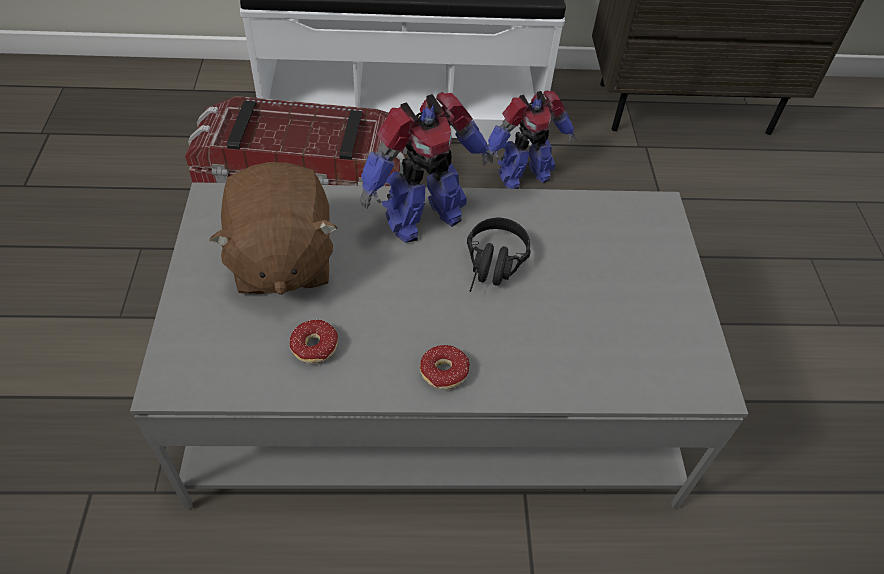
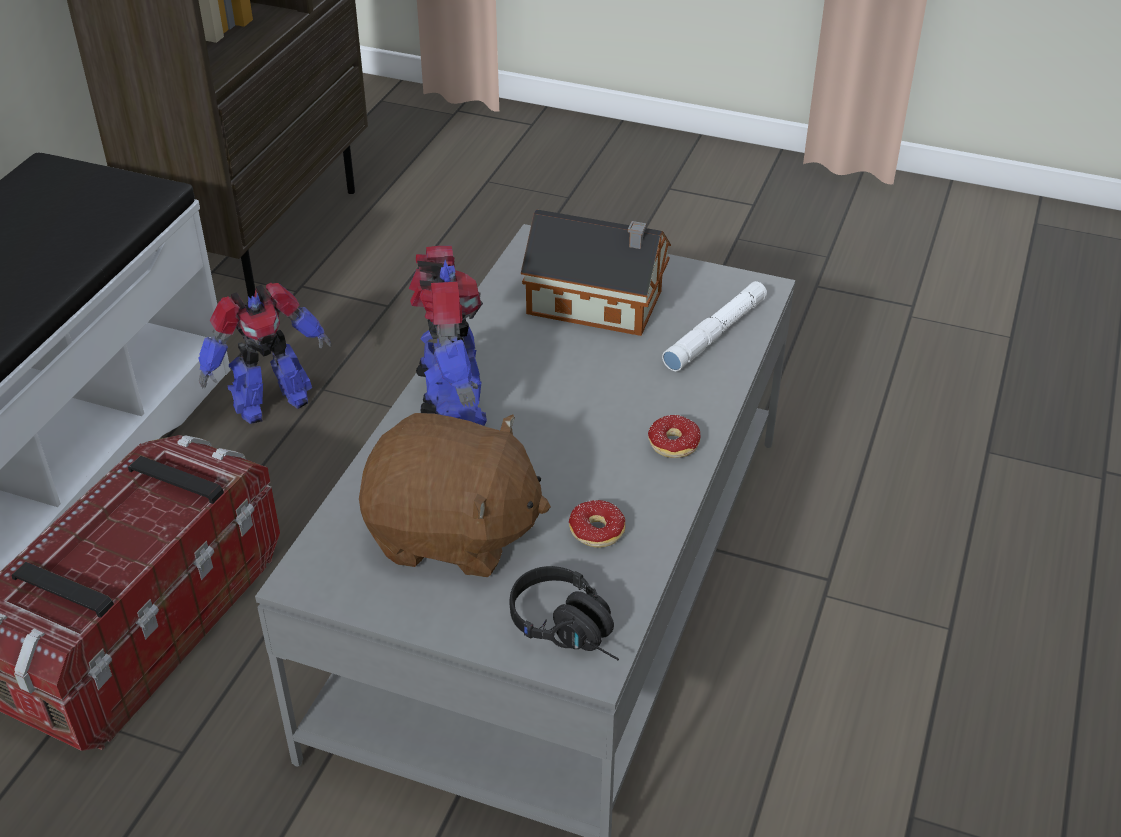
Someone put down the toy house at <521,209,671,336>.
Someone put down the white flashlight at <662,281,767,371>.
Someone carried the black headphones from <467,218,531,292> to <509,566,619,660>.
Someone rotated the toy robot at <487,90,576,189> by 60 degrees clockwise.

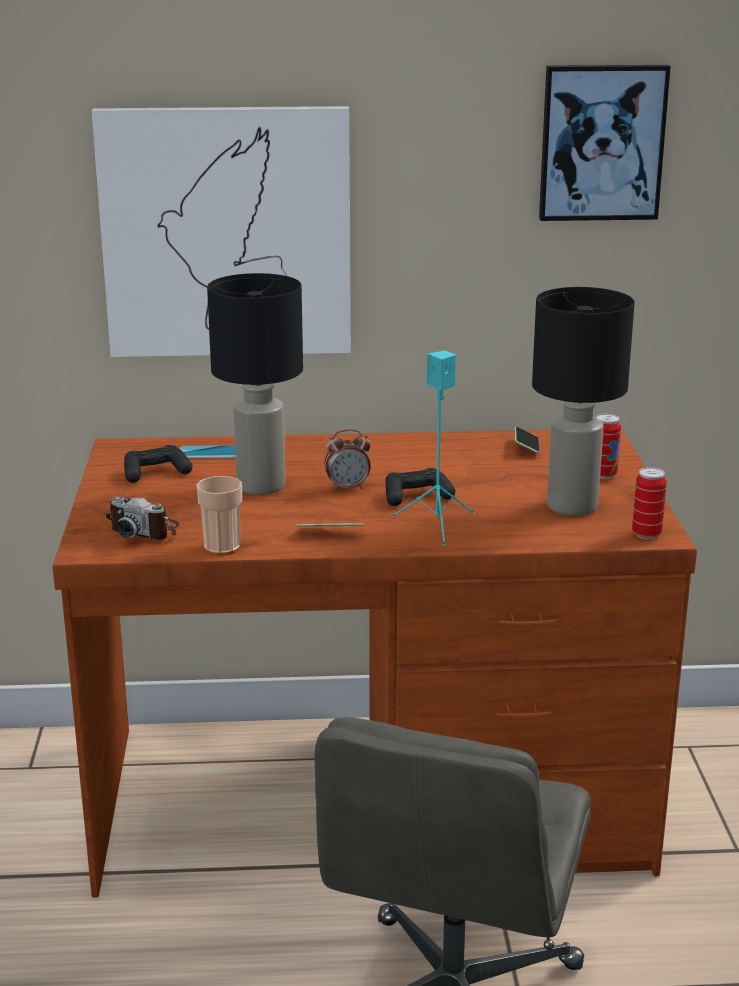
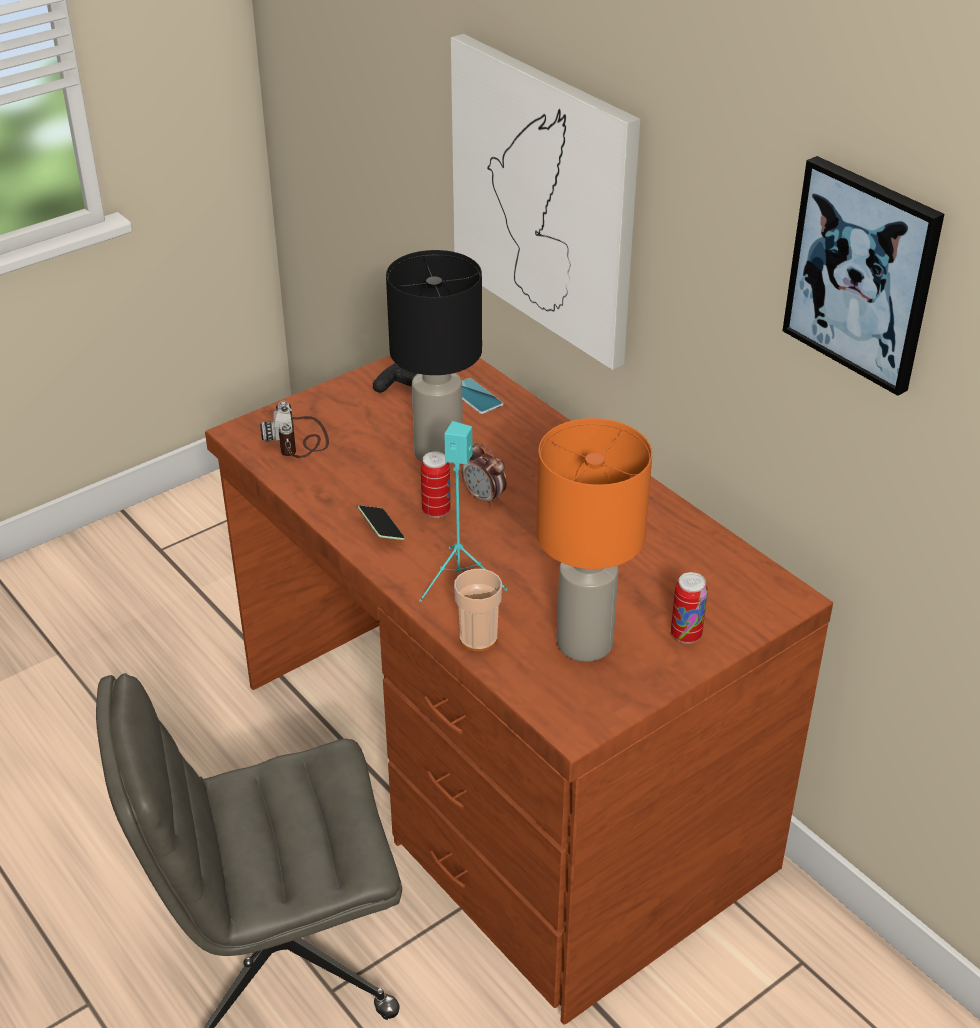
Someone took away the black game controller at <385,468,455,506>.
Someone took away the phone at <515,427,540,453>.
Someone carried the cup from <196,476,242,556> to <454,569,502,651>.
Someone carried the can from <632,467,667,539> to <421,452,451,518>.
Someone repainted the black table lamp at <532,287,635,516>, which became the orange table lamp at <536,418,652,662>.

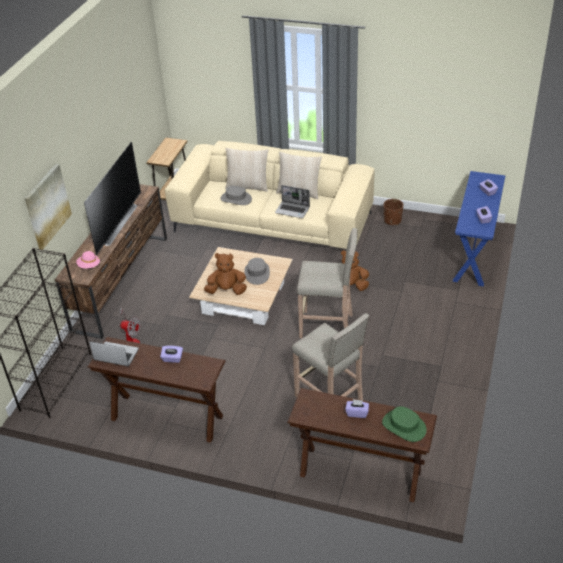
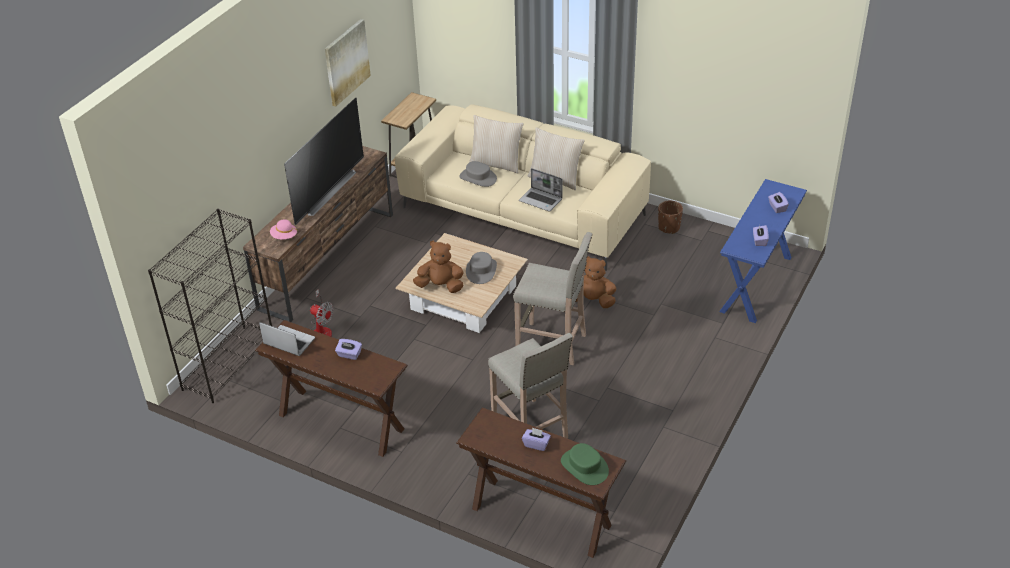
Someone carried the picture from <25,164,72,250> to <325,19,371,107>.

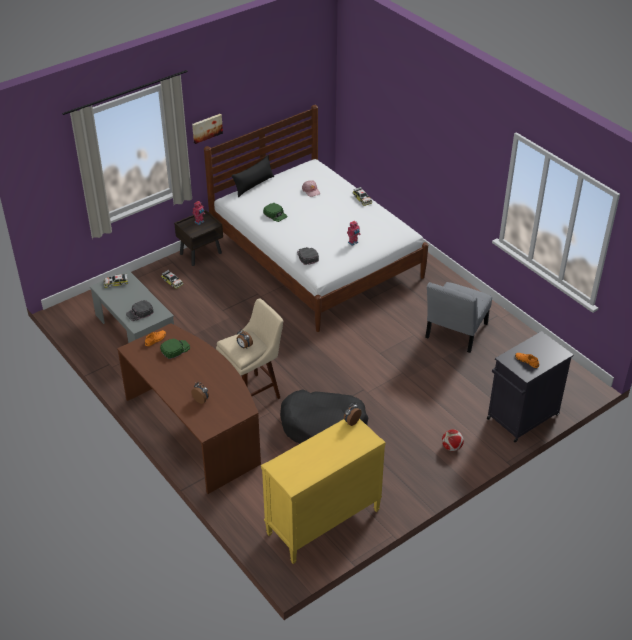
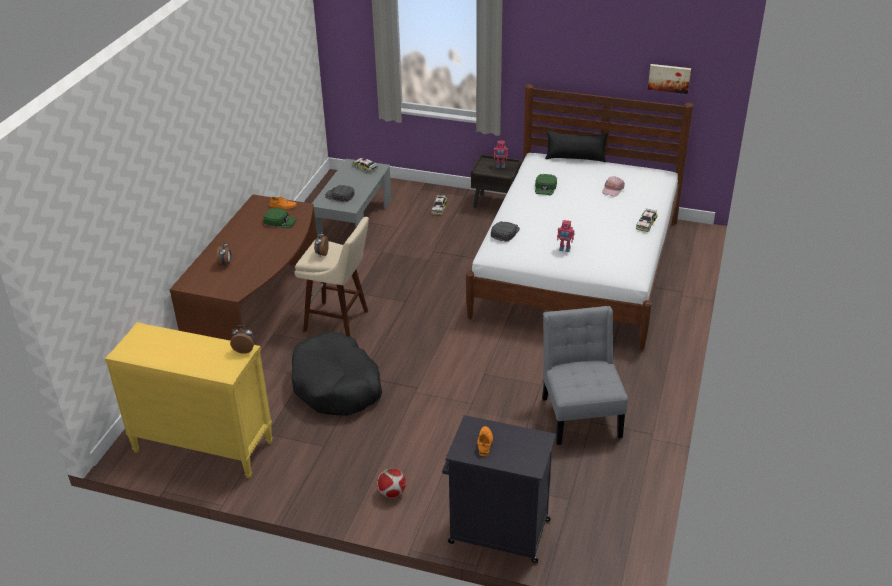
Someone carried the picture from <192,114,223,144> to <648,64,691,94>.
Someone rotated the grey chair at <425,282,492,353> by 90 degrees clockwise.

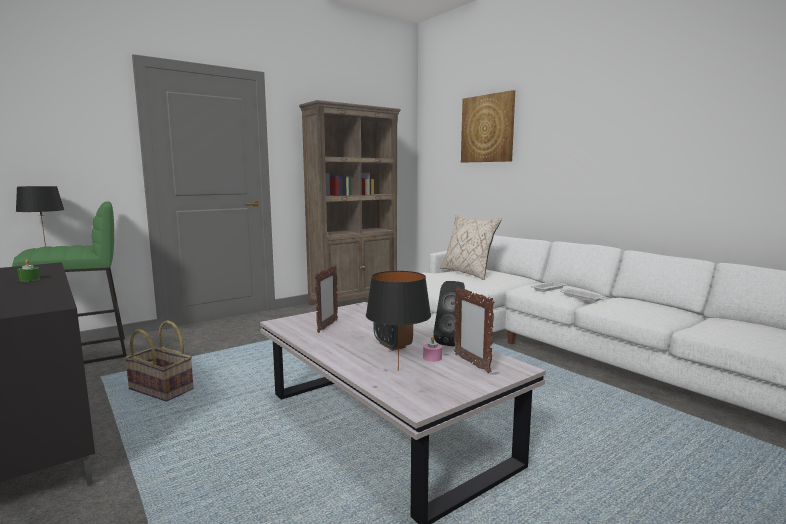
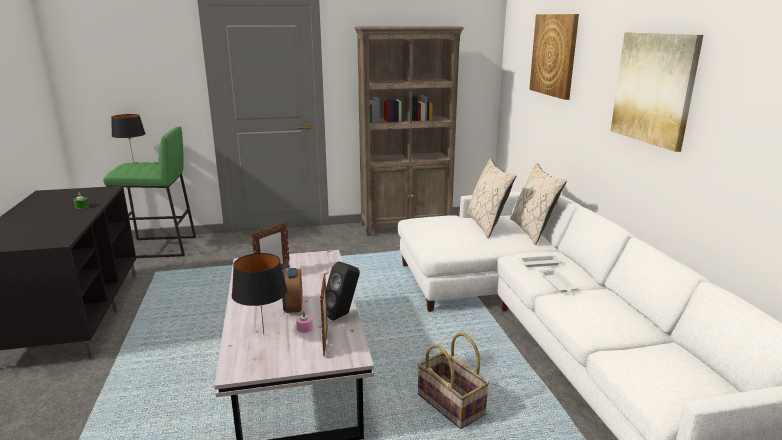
Someone put down the beige pillow at <510,163,567,245>.
Someone put up the picture at <611,32,703,152>.
Someone carried the basket from <124,320,194,401> to <417,333,489,429>.

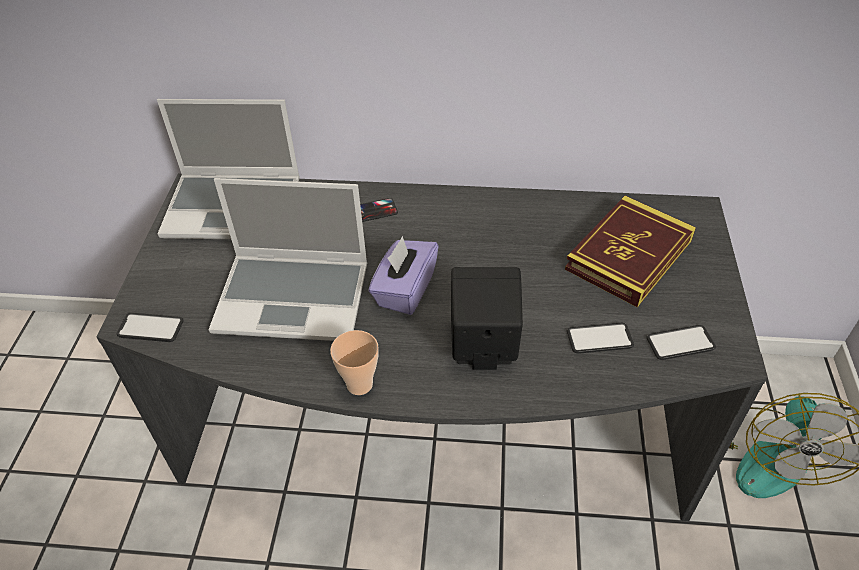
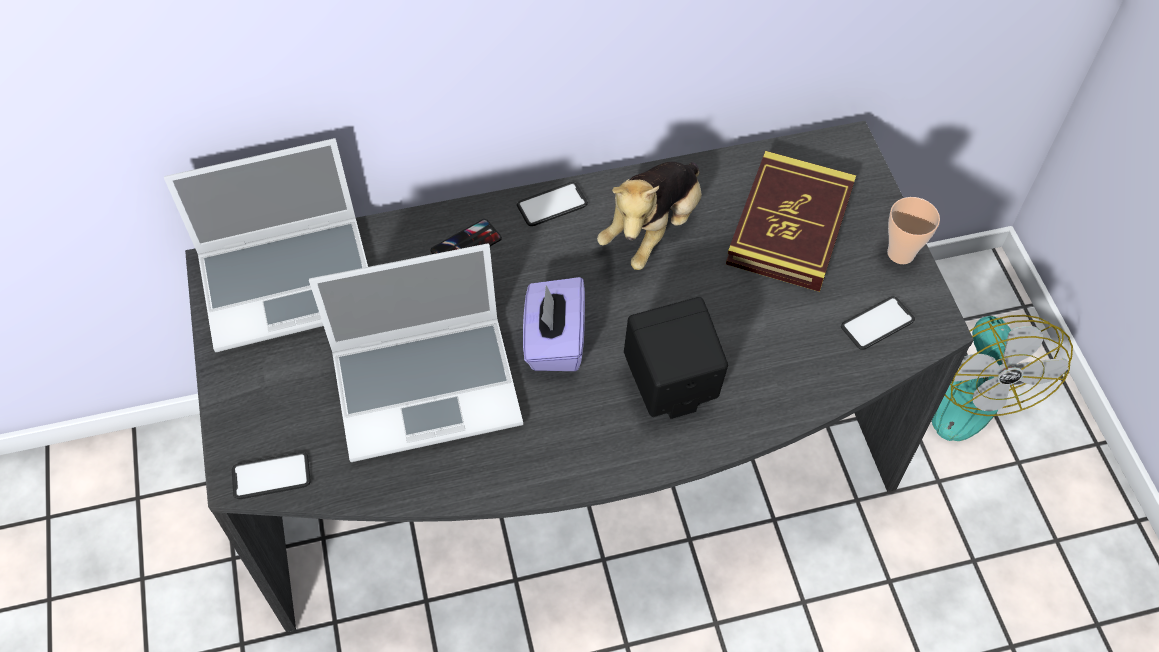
Someone put down the plush toy at <597,162,702,270>.
Someone carried the cup from <330,330,379,395> to <887,197,940,264>.
Someone carried the phone from <567,323,634,354> to <517,182,588,226>.

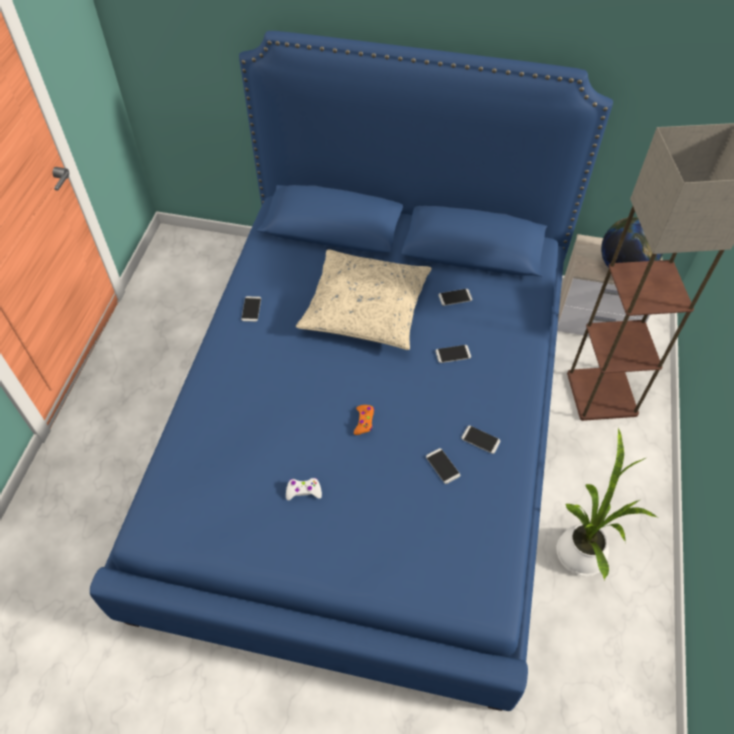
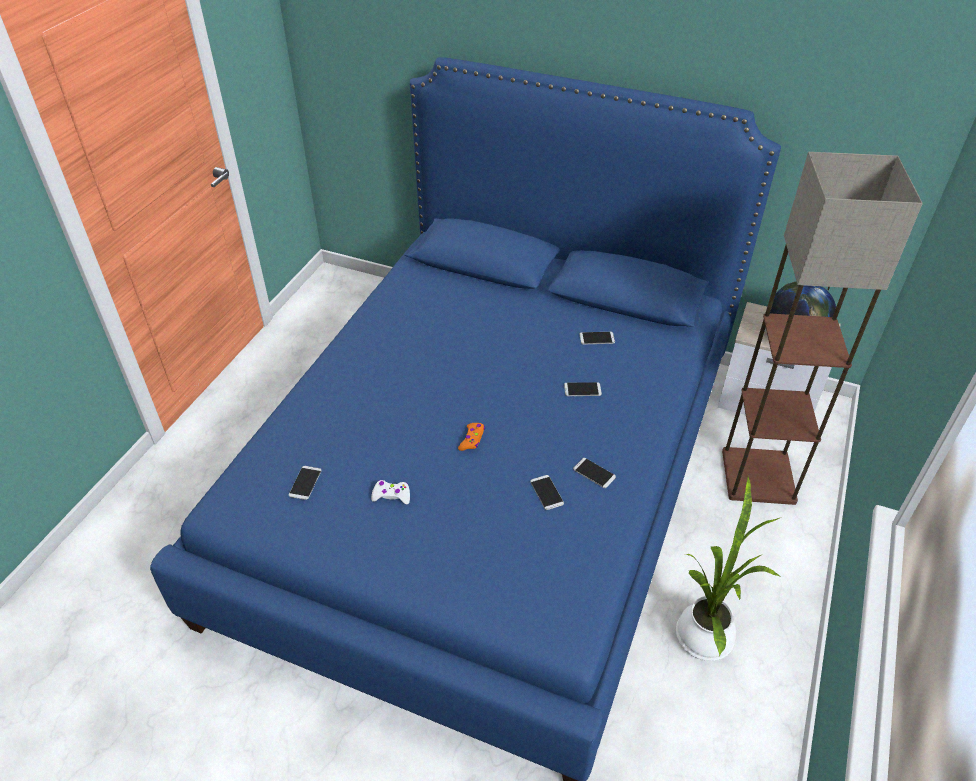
Someone took away the beige pillow at <296,249,432,350>.
Someone carried the phone from <241,296,261,322> to <289,466,322,500>.

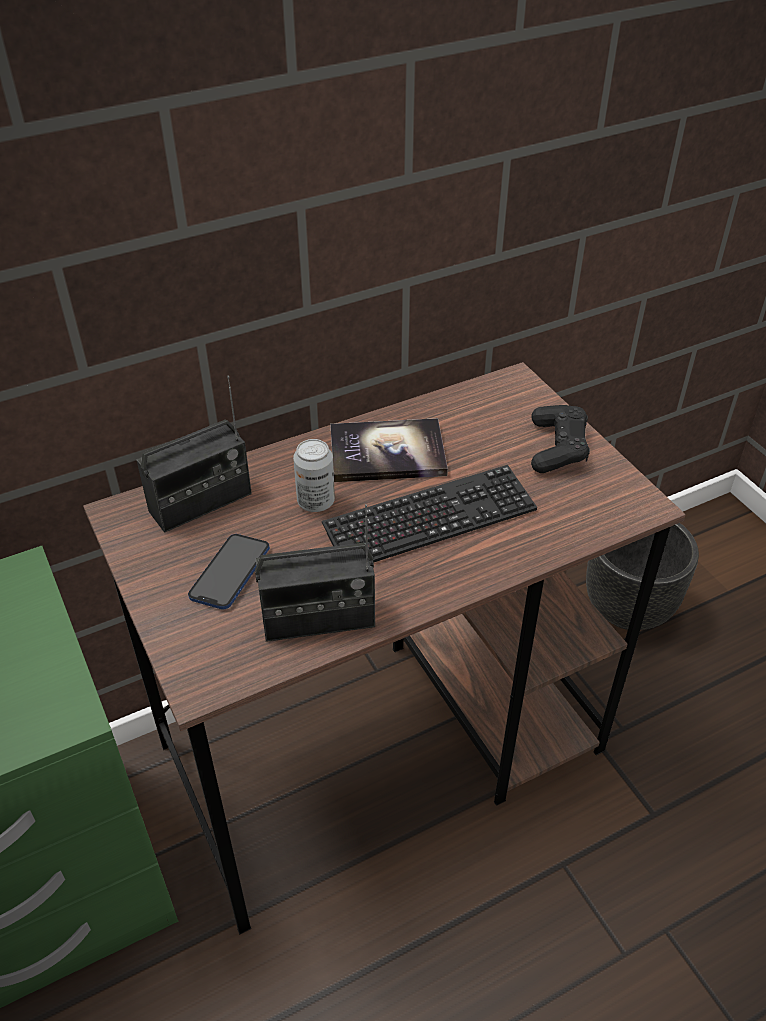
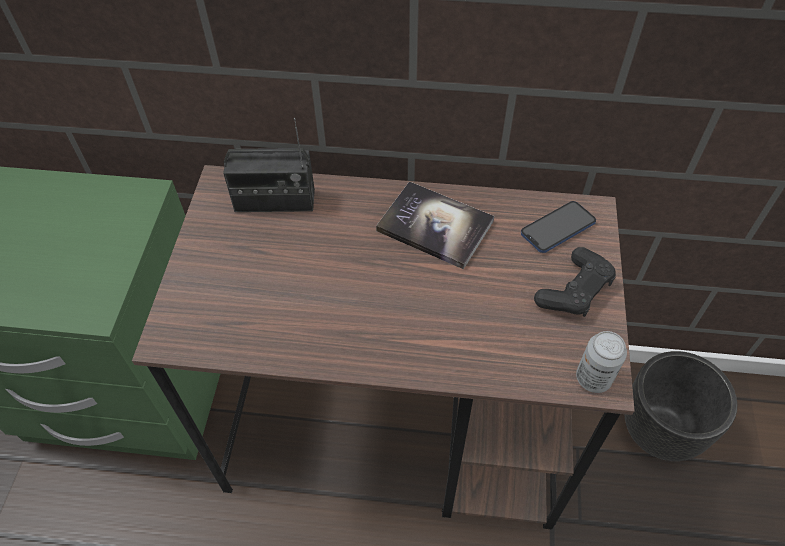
Someone took away the radio at <255,504,375,642>.
Someone took away the keyboard at <322,465,537,562>.
Someone carried the phone from <188,534,270,609> to <521,201,596,253>.
Someone carried the can from <293,439,335,512> to <576,331,627,393>.

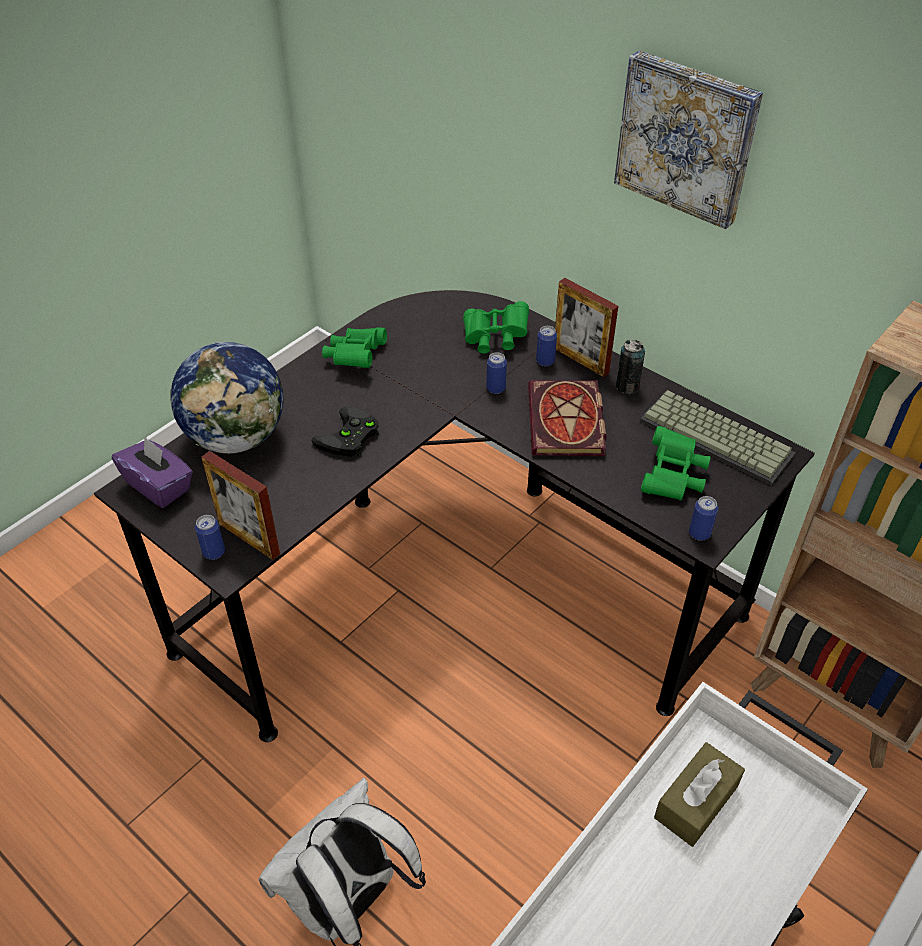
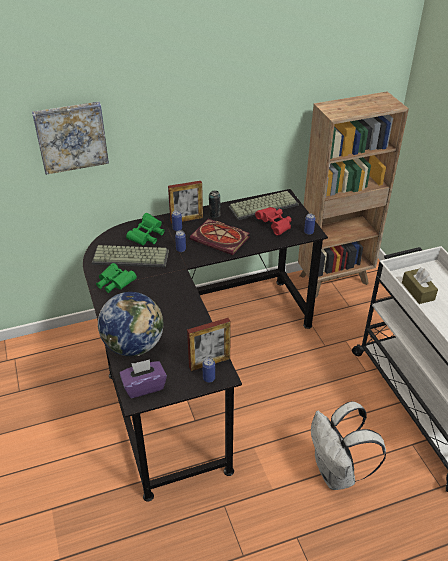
Someone took away the black game controller at <312,406,379,457>.
Someone put down the keyboard at <92,245,169,267>.
Someone carried the picture from <614,50,763,229> to <32,102,109,175>.
Someone repainted the green binoculars at <641,426,711,501>, which became the red binoculars at <255,207,291,236>.

